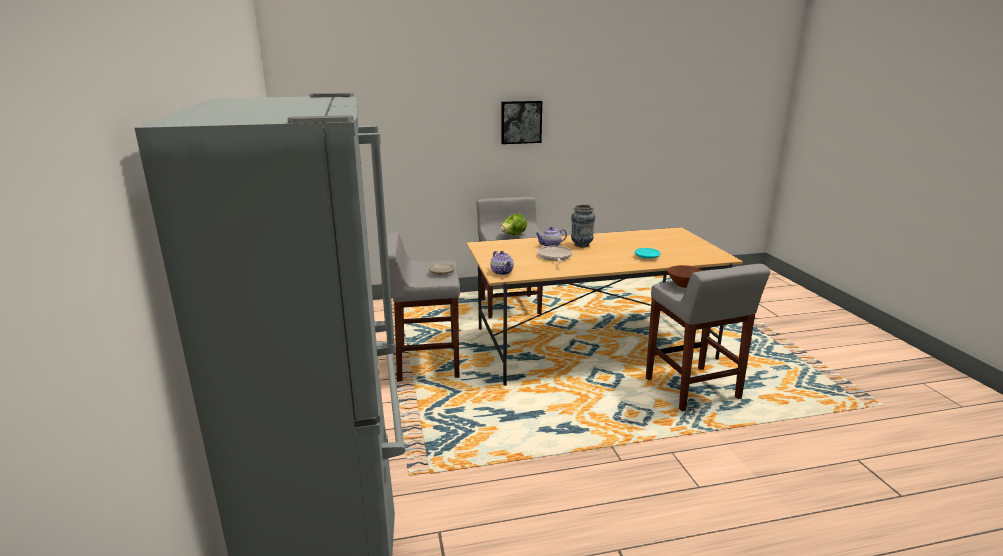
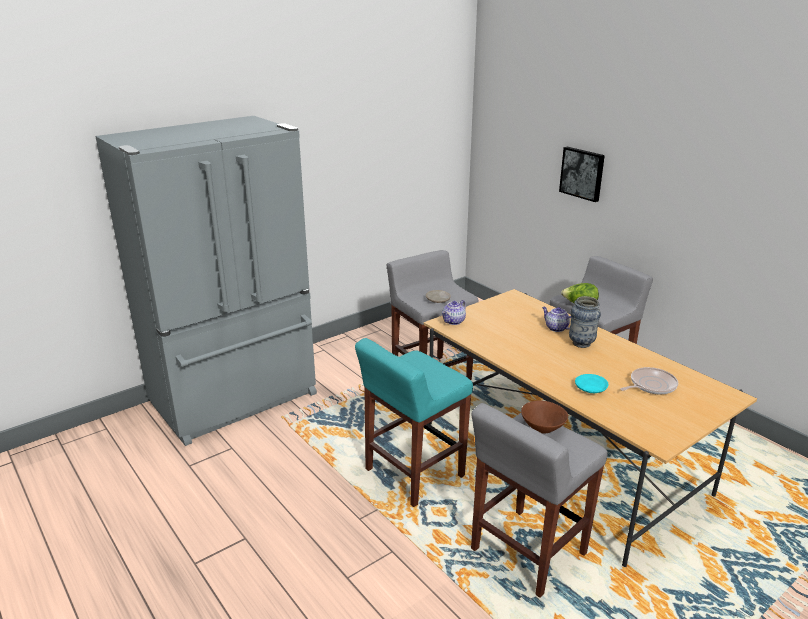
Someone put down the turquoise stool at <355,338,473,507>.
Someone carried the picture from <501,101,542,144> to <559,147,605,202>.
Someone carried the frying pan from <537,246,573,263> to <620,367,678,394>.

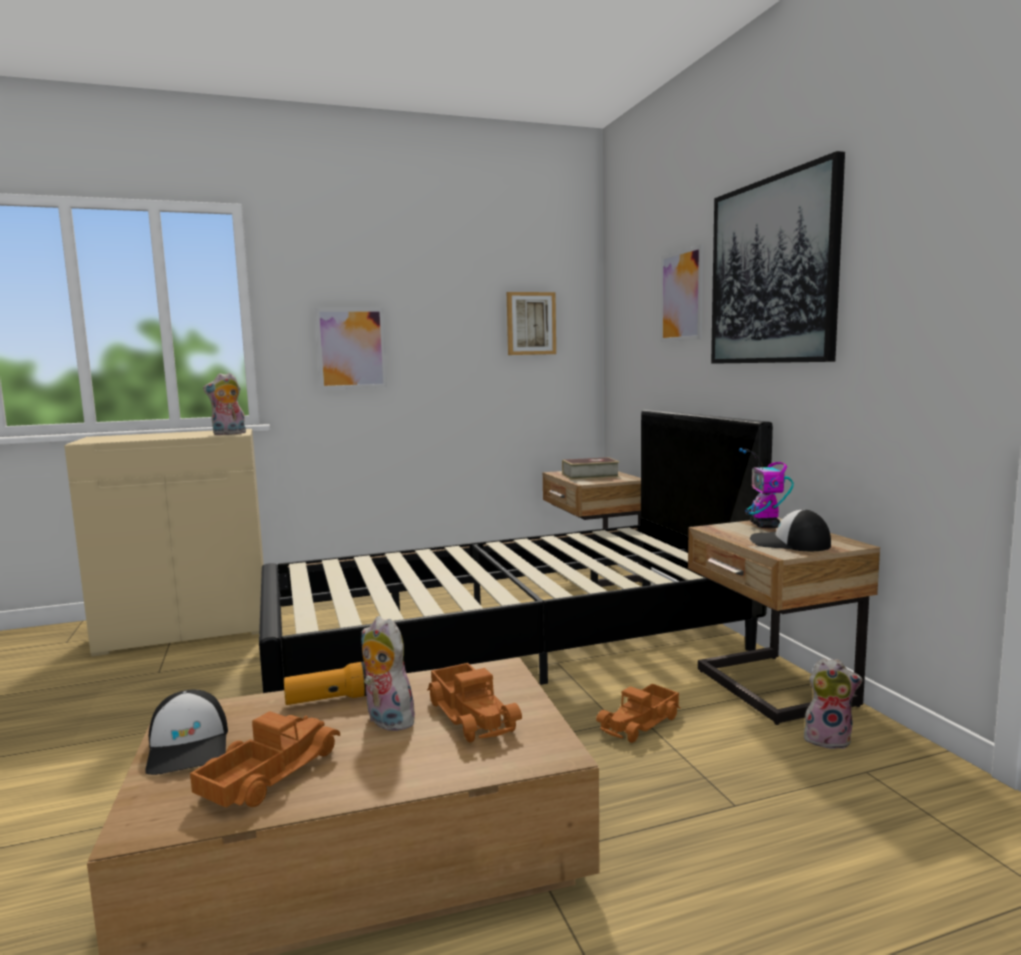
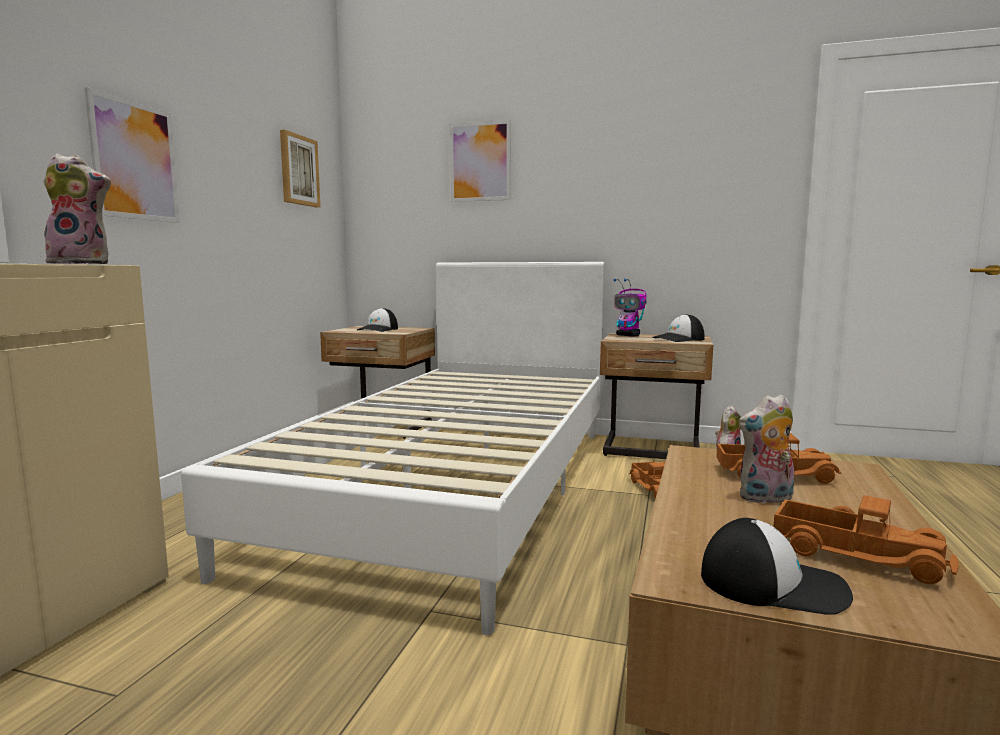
Someone took away the flashlight at <284,661,367,705>.
Someone took away the picture at <711,151,845,364>.
Someone swapped the book at <562,457,619,480> for the cap at <357,308,398,332>.
Someone repainted the black bed at <259,409,773,693>, which became the white bed at <181,262,605,635>.
Someone rotated the toy truck at <190,711,340,808> by 150 degrees clockwise.
Someone rotated the plush toy at <203,373,246,435> by 105 degrees counterclockwise.

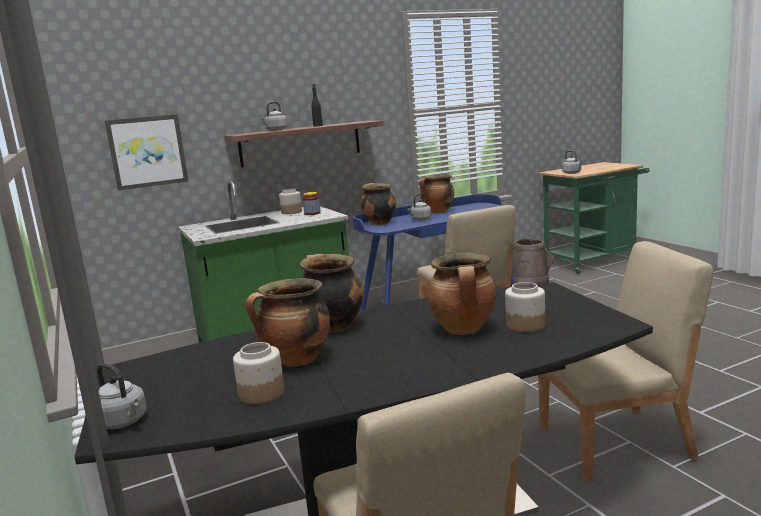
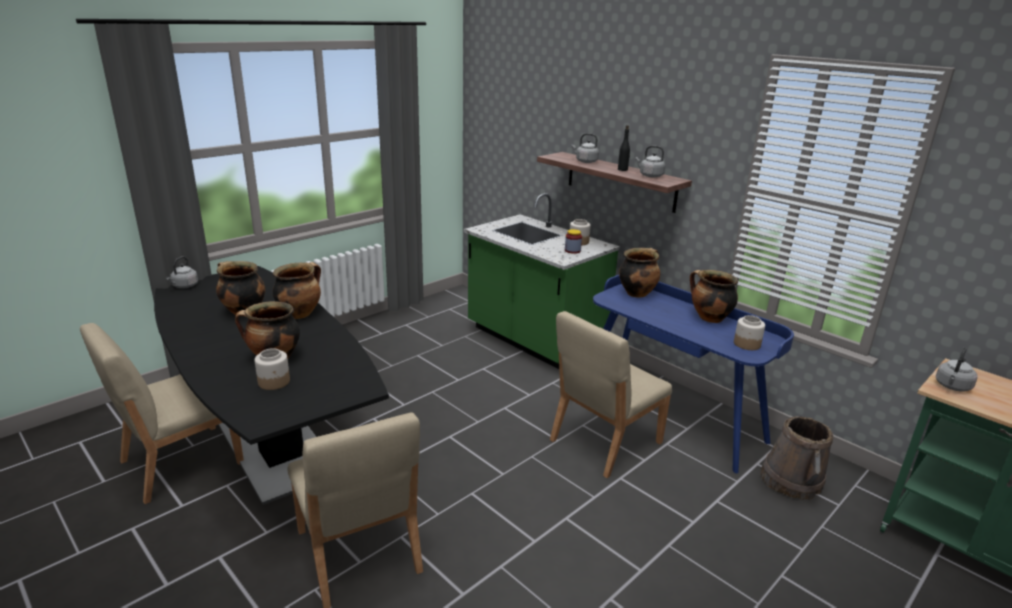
Someone took away the picture at <105,114,188,190>.
Someone carried the jar from <233,342,284,405> to <734,315,765,350>.
Someone carried the grey kettle from <407,193,432,221> to <636,146,665,178>.

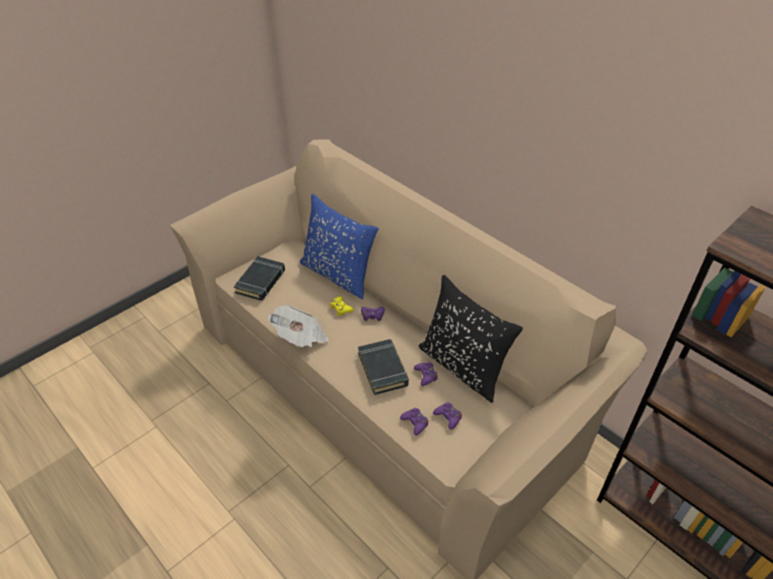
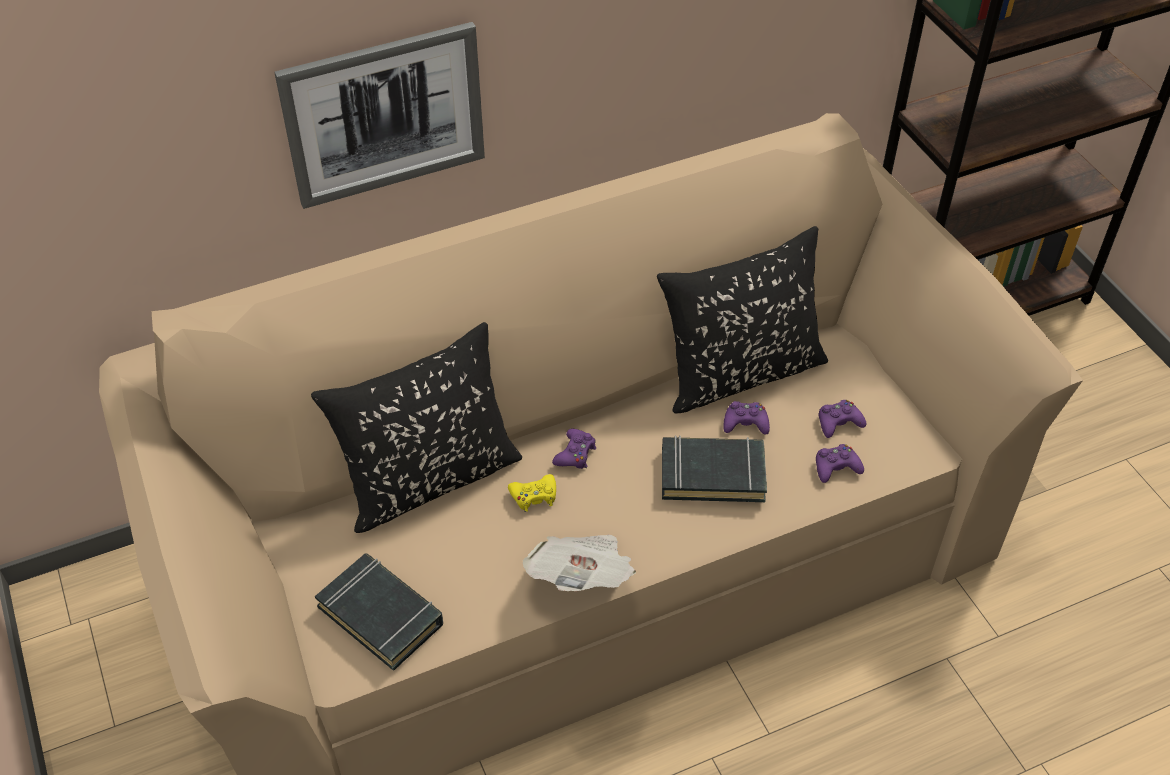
Someone put up the picture at <275,22,485,209>.
Someone repainted the blue pillow at <300,194,379,299>, which became the black pillow at <311,322,522,533>.

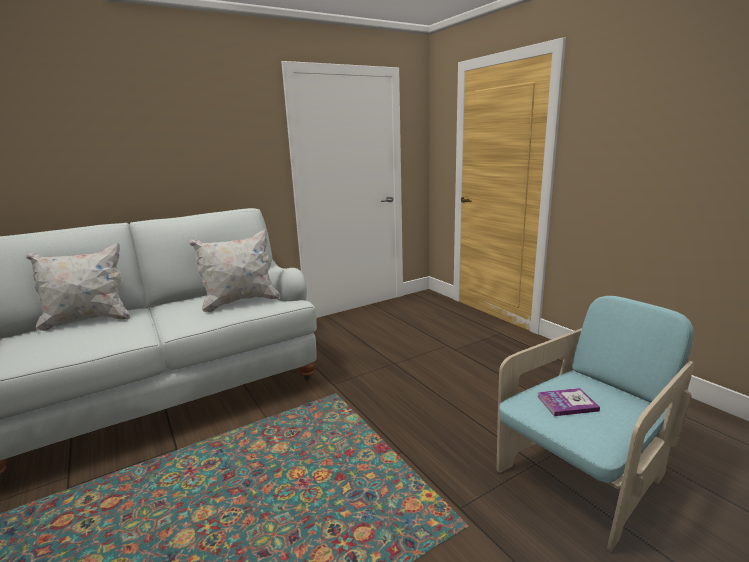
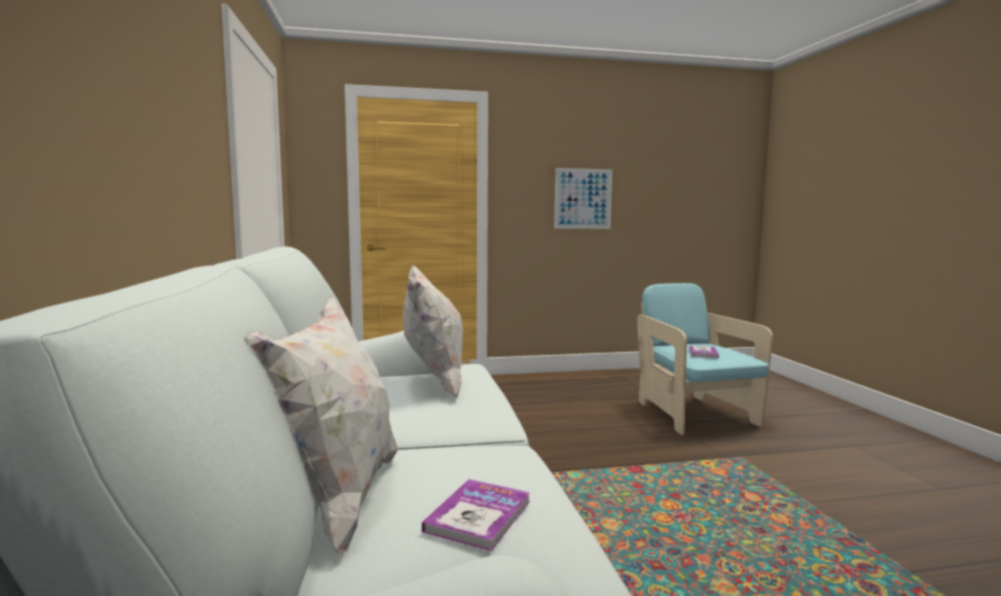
Someone put down the book at <422,479,530,551>.
Someone put up the picture at <554,168,612,229>.

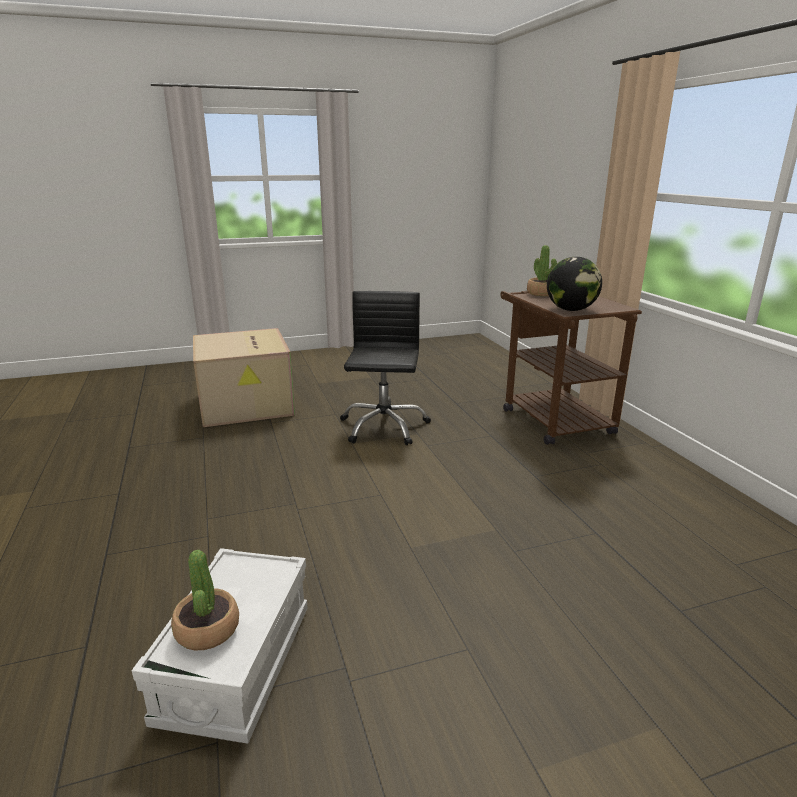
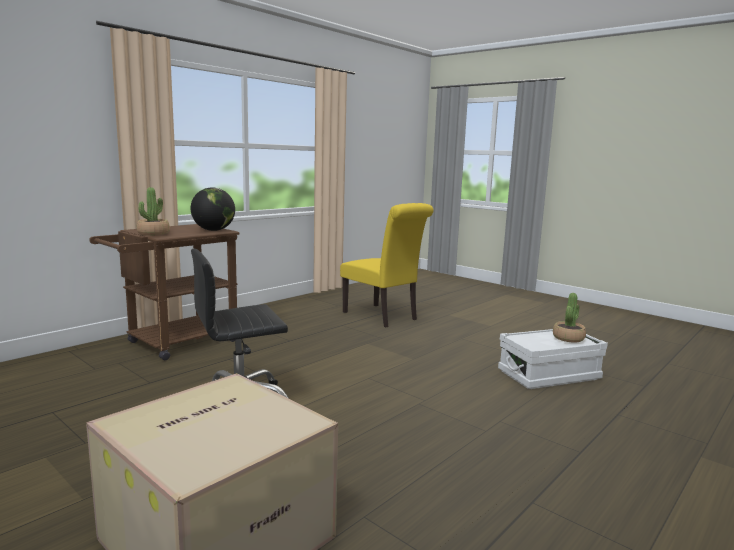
Someone put down the yellow chair at <340,203,434,327>.

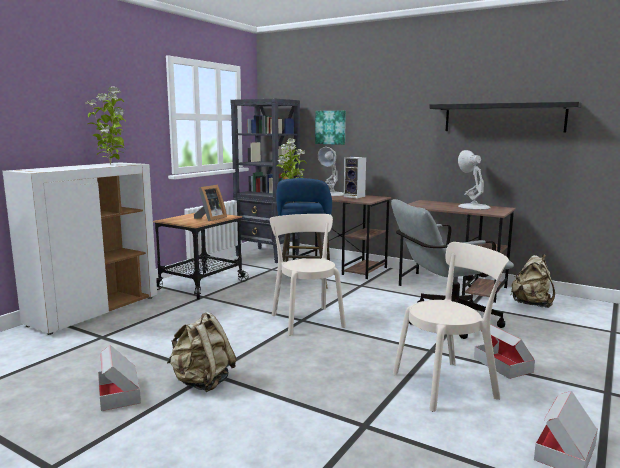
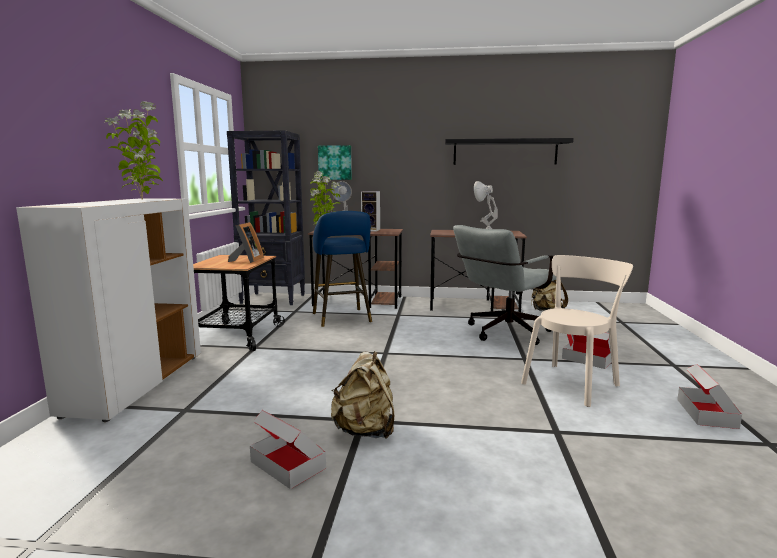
Someone took away the beige chair at <270,214,346,336>.

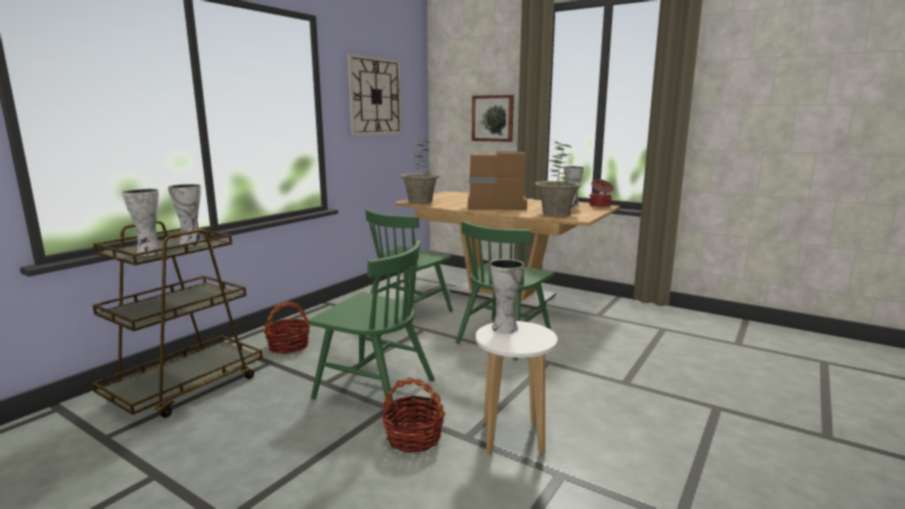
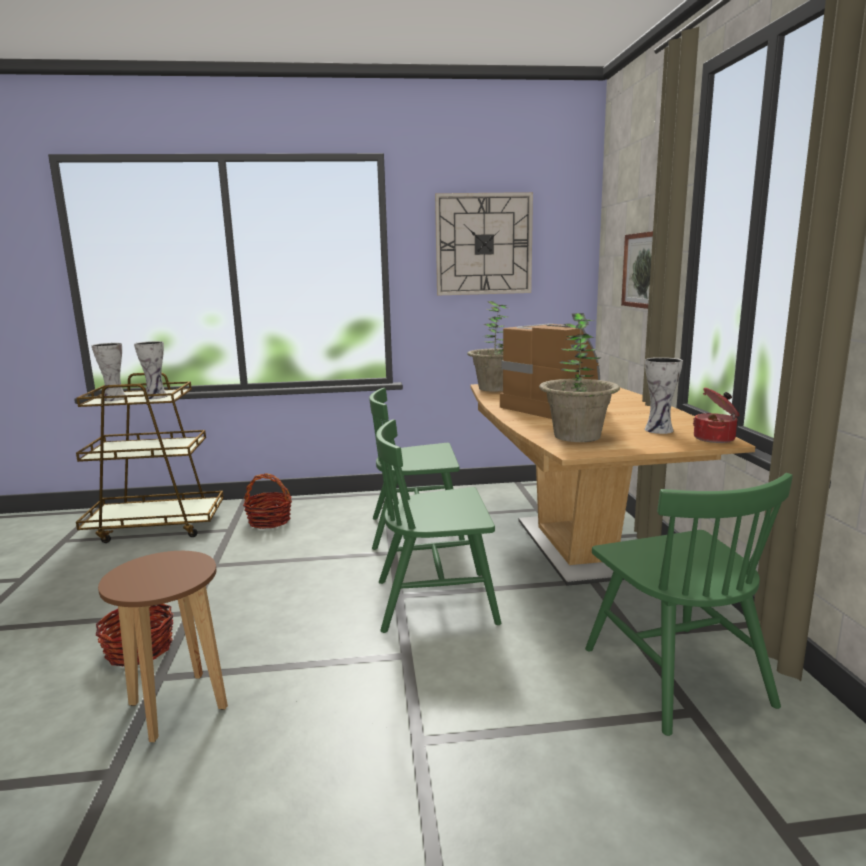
Someone took away the vase at <490,259,524,333>.
Someone carried the green chair from <309,240,435,420> to <585,473,793,736>.
Someone repainted the white stool at <476,321,558,455>, which became the brown stool at <98,551,228,742>.

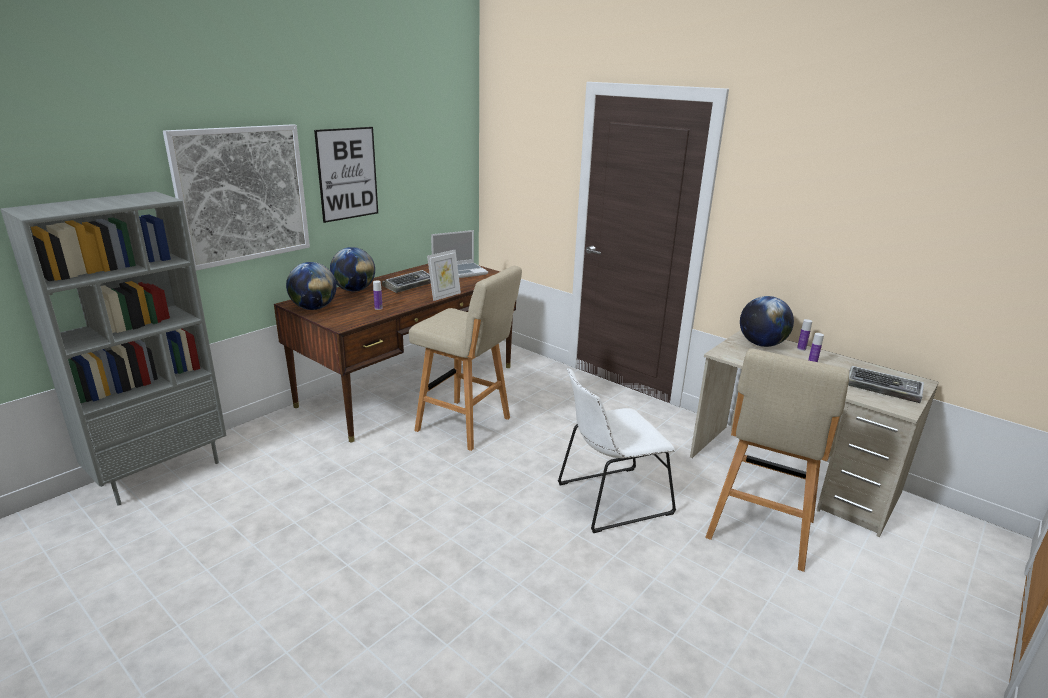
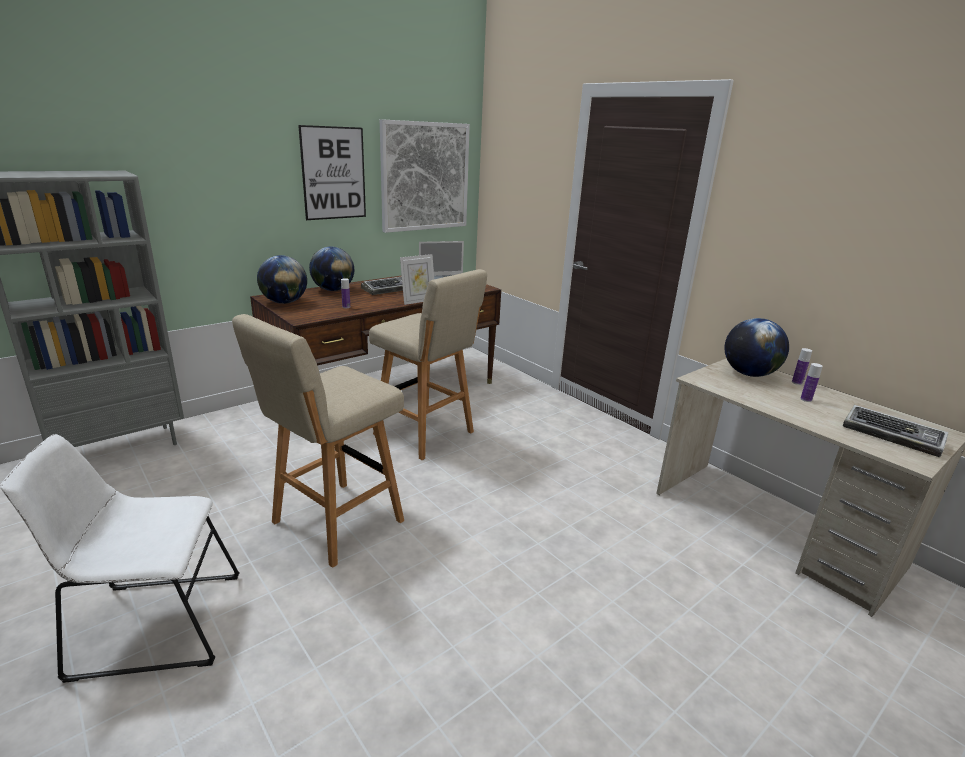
Someone carried the picture from <163,124,310,271> to <380,119,470,233>.
Someone carried the white chair from <558,368,676,533> to <0,434,240,683>.
Someone carried the beige stool from <705,348,849,572> to <232,314,404,568>.

